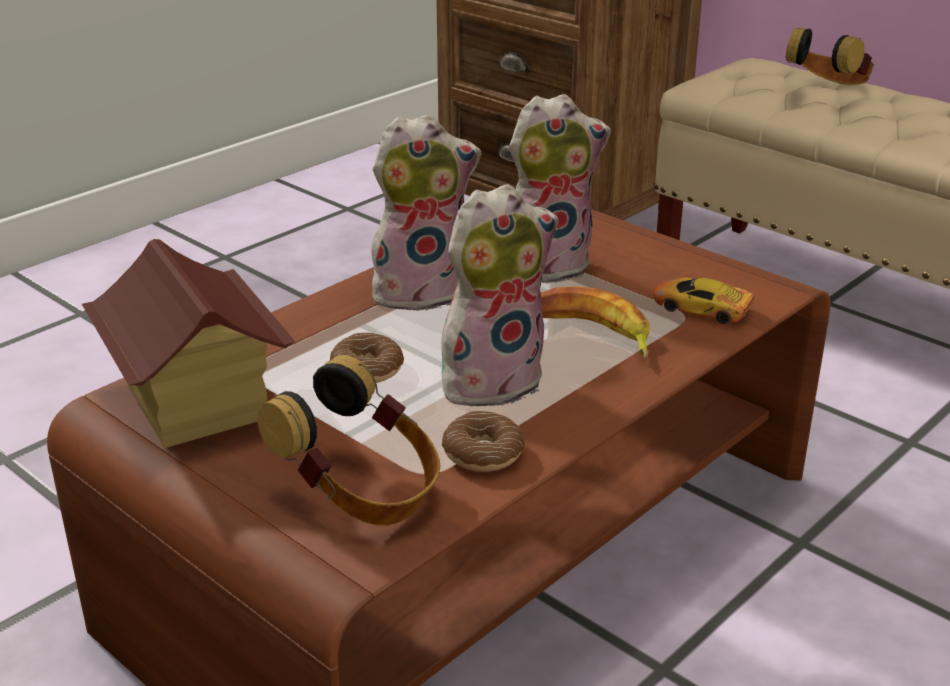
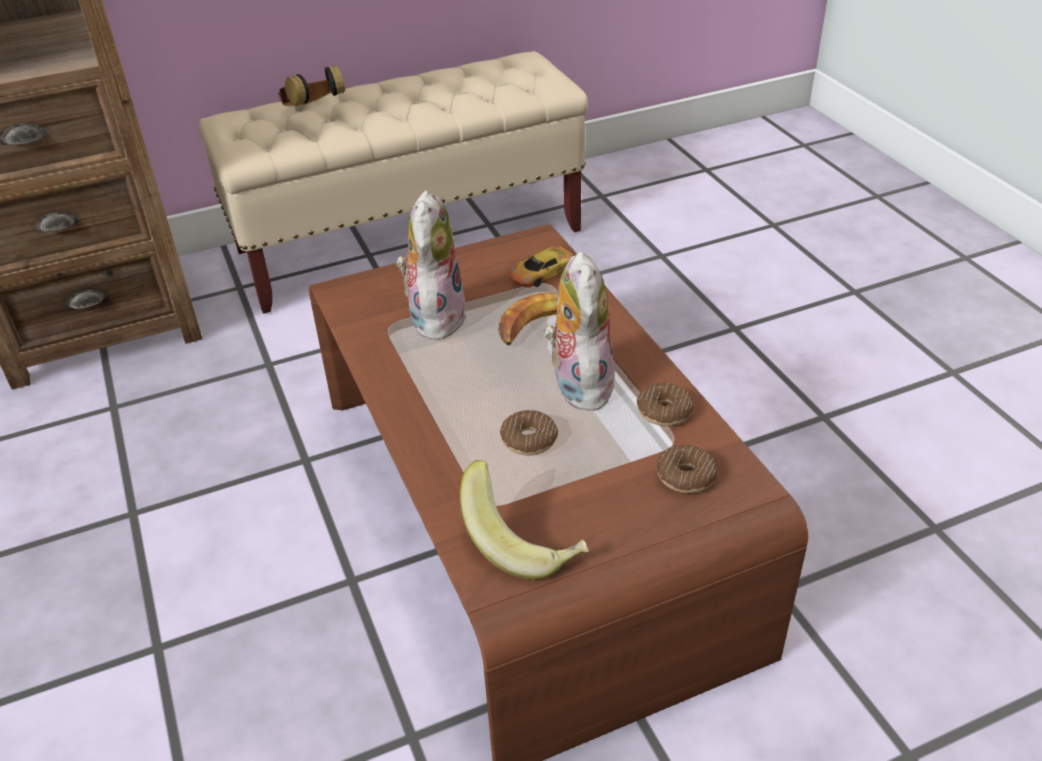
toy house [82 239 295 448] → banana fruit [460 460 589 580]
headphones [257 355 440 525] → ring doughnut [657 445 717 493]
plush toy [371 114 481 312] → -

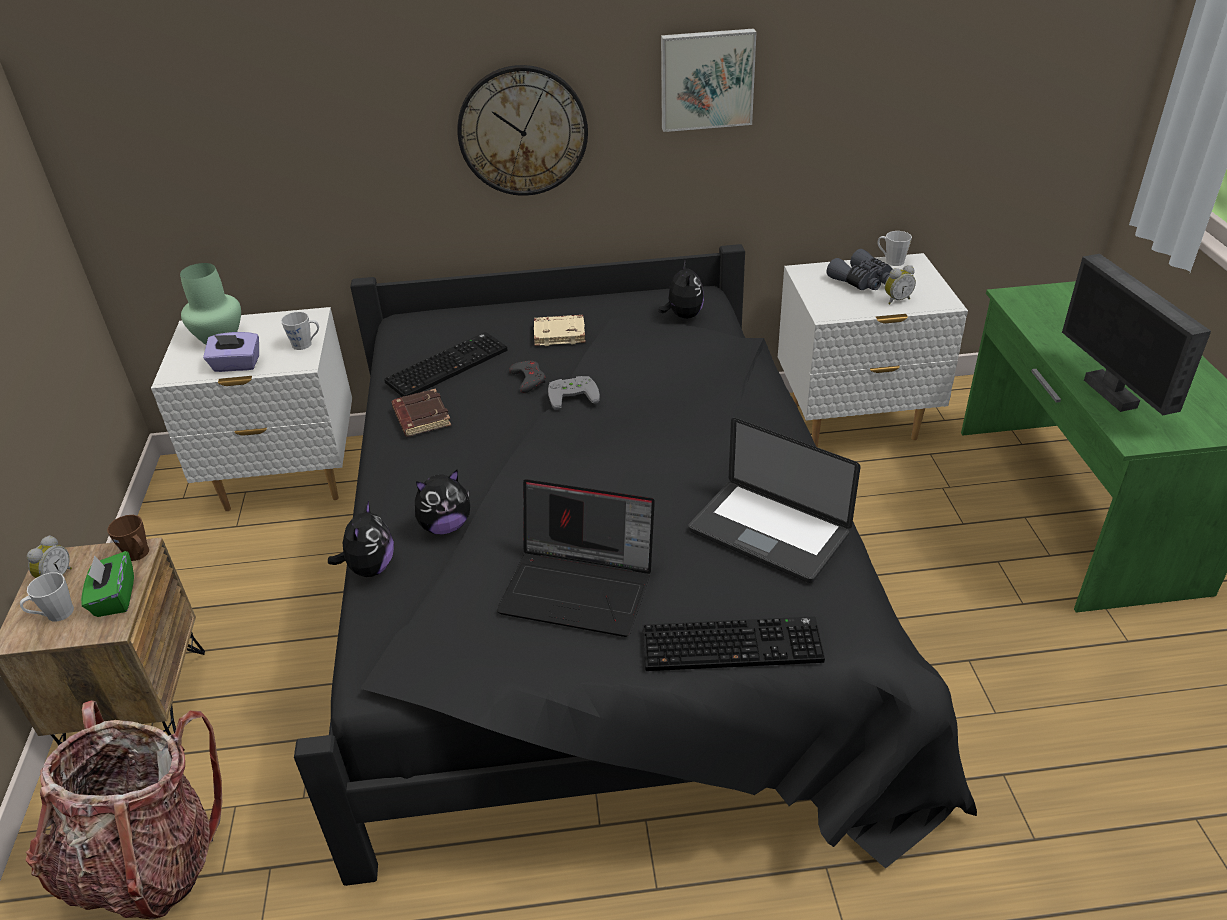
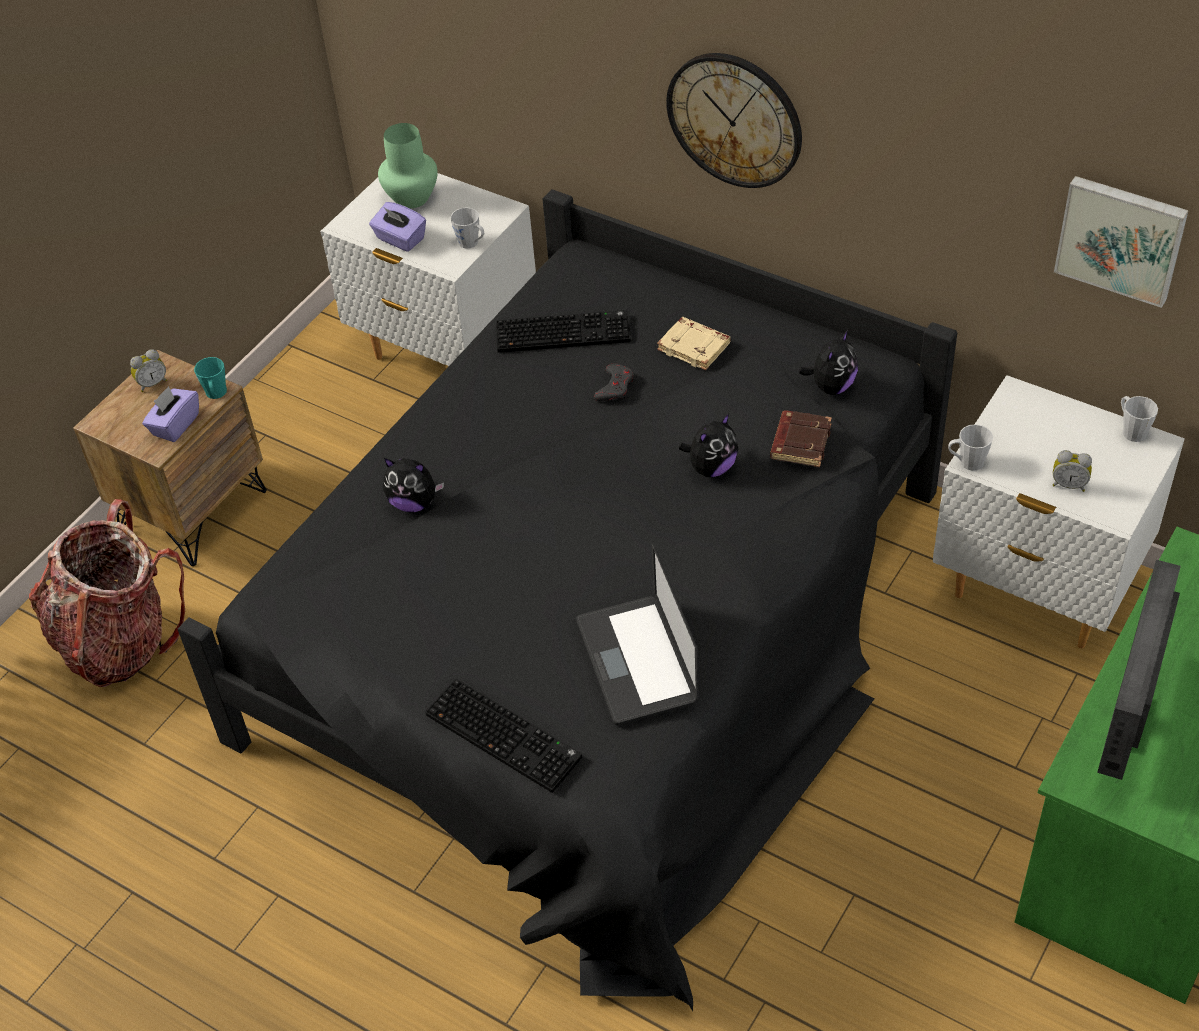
grey mug [20 572 74 621] → grey mug [948 424 993 471], relocated
greenish tissue box [81 551 134 617] → purple tissue box [142 386 199 442]
brownish mug [107 515 149 561] → blue-green mug [194 357 227 399]
plush toy [328 500 394 577] → plush toy [679 413 739 477], relocated
brownish book [392 389 451 436] → brownish book [770 411 832 467], relocated
laptop [497 479 655 637] → -
grey joypad [548 376 600 410] → -
wall art [661 28 757 132] → wall art [1054 176 1189 308], relocated
grey field glasses [827 249 892 290] → -

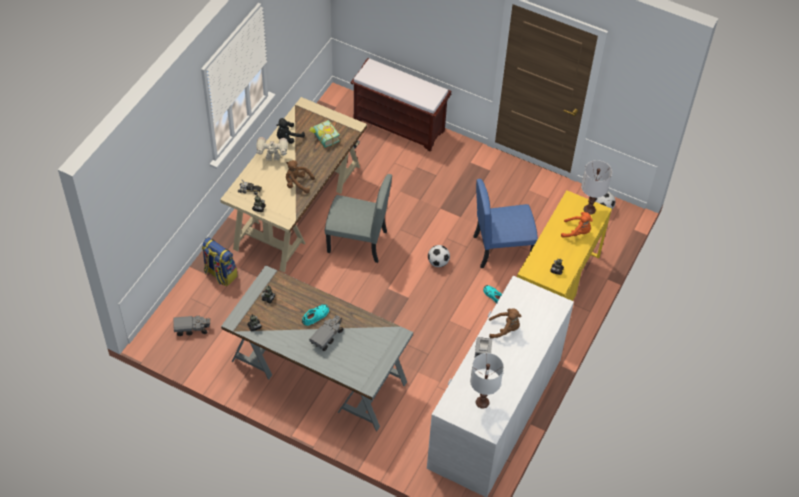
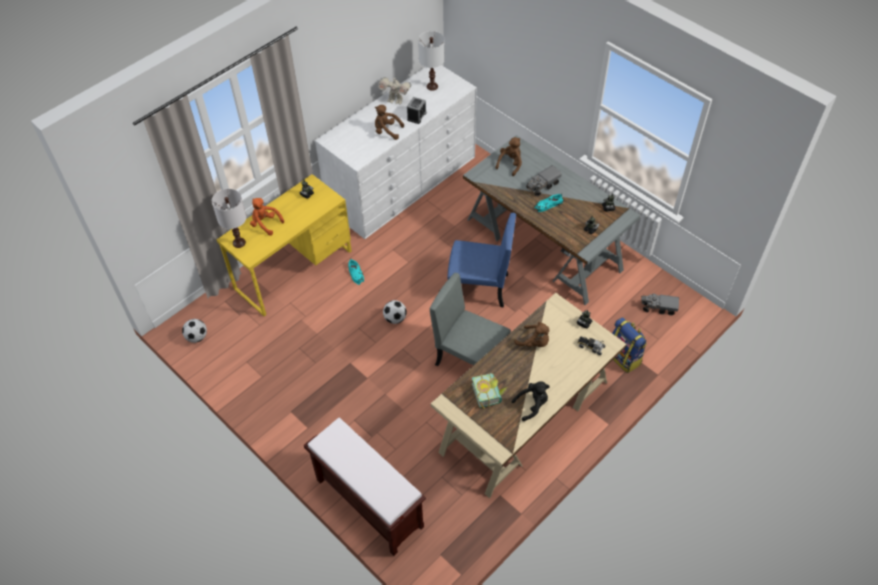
toy robot [256 137 288 161] → toy robot [378 77 411 104], relocated
bluish chair [473 179 538 268] → bluish chair [448 213 516 308], relocated
- → brownish plush toy [495 137 522 176]

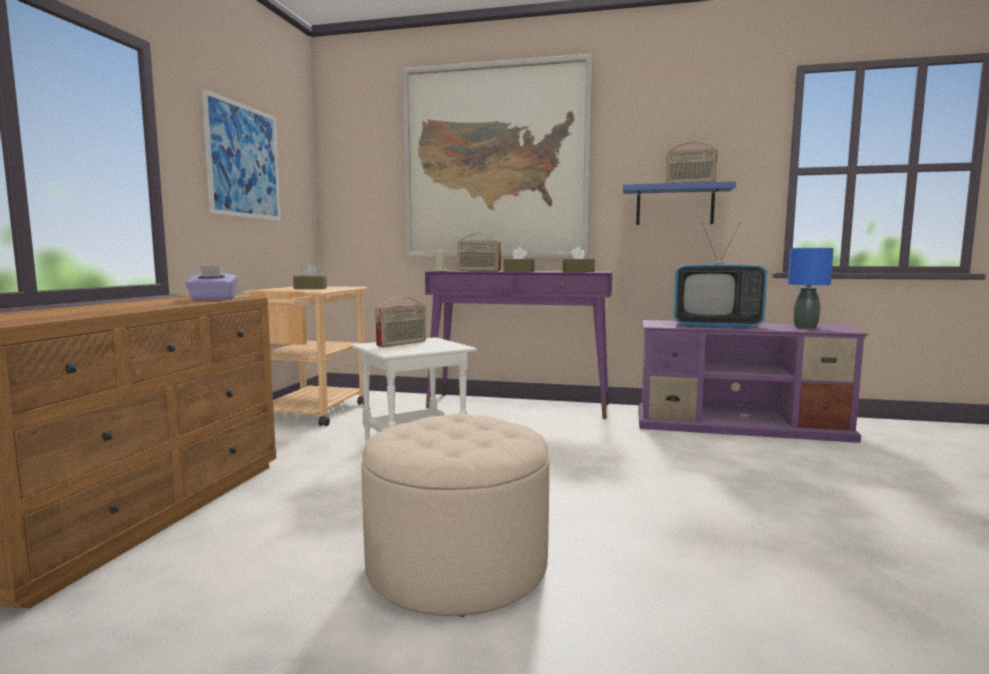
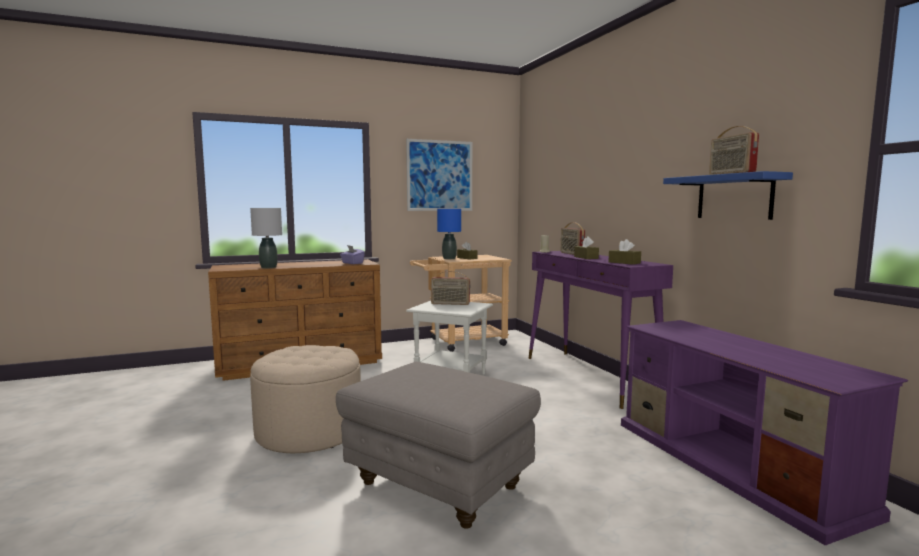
wall art [402 54 593 258] → -
television [673 222 767 328] → -
bluish lamp for a table [788 248 834 329] → bluish lamp for a table [437 209 461 259], relocated
- → grey lamp for a table [250 208 282 268]
- → grey ottoman [336 361 541 529]

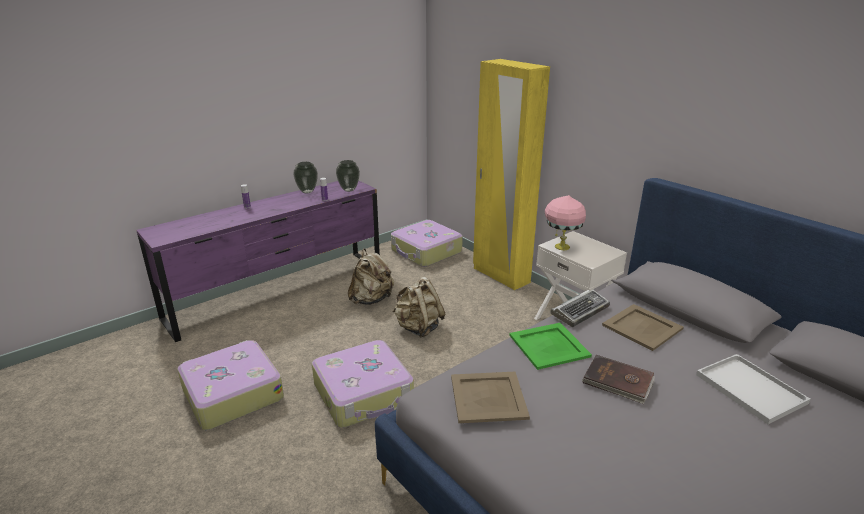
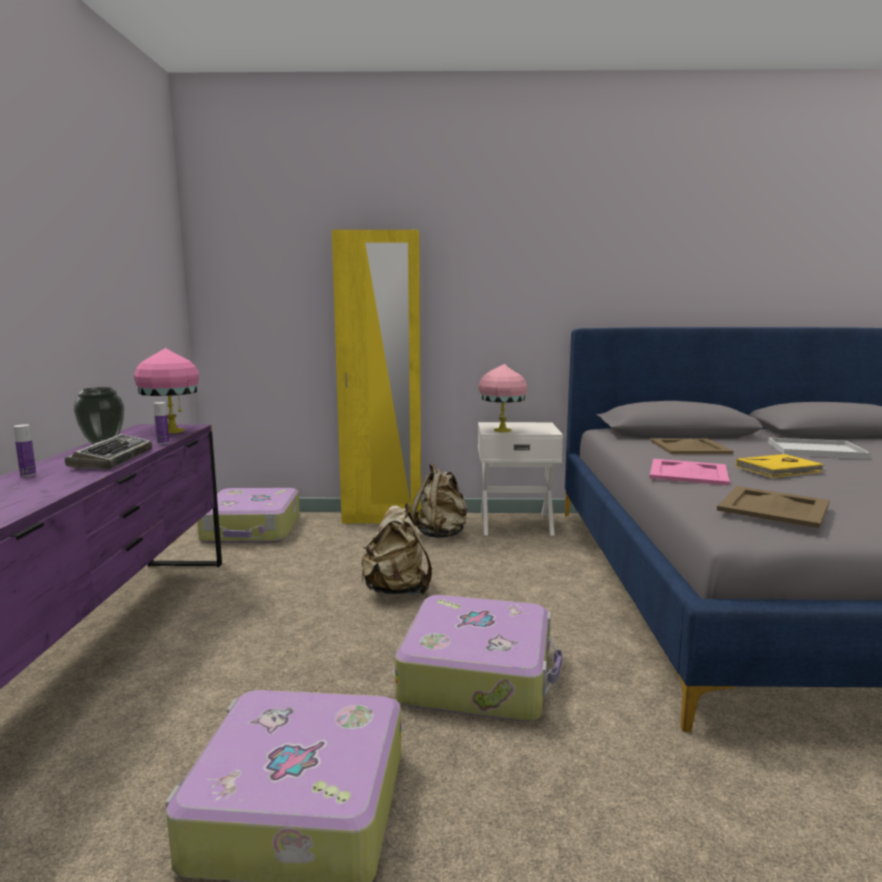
decorative vase [336 160 360 192] → pink lamp for a table [134 348 199 433]
beige-coloured rucksack [348 249 394 305] → beige-coloured rucksack [410 463 467 538], relocated
greenish tray [509 323 592 370] → pink tray [649 459 730 485]
keyboard [551 290 610 327] → keyboard [65 434 152 470], relocated
brownish book [582 355 655 404] → yellowish book [736 454 827 478]

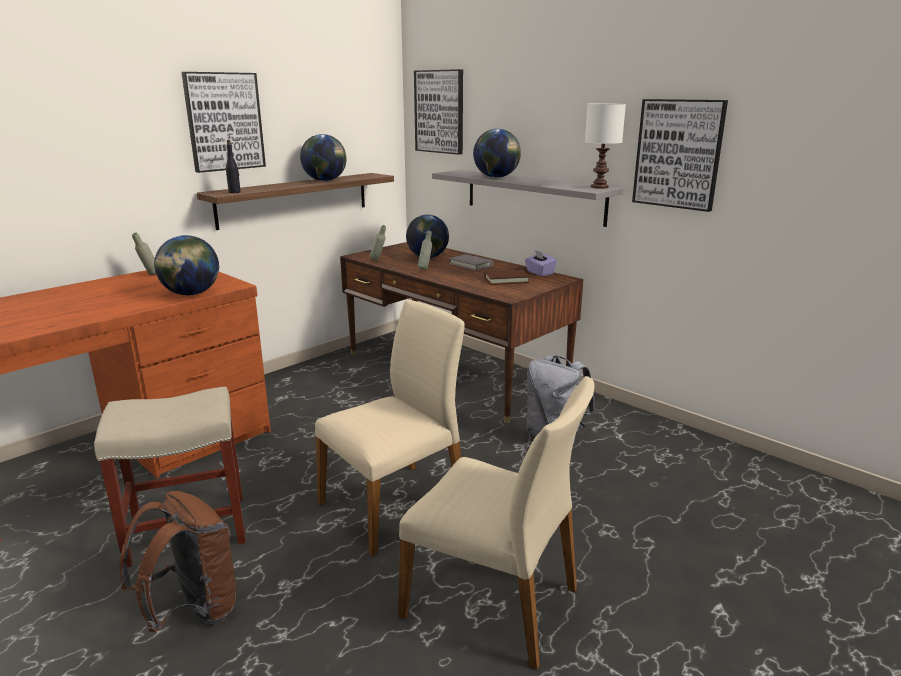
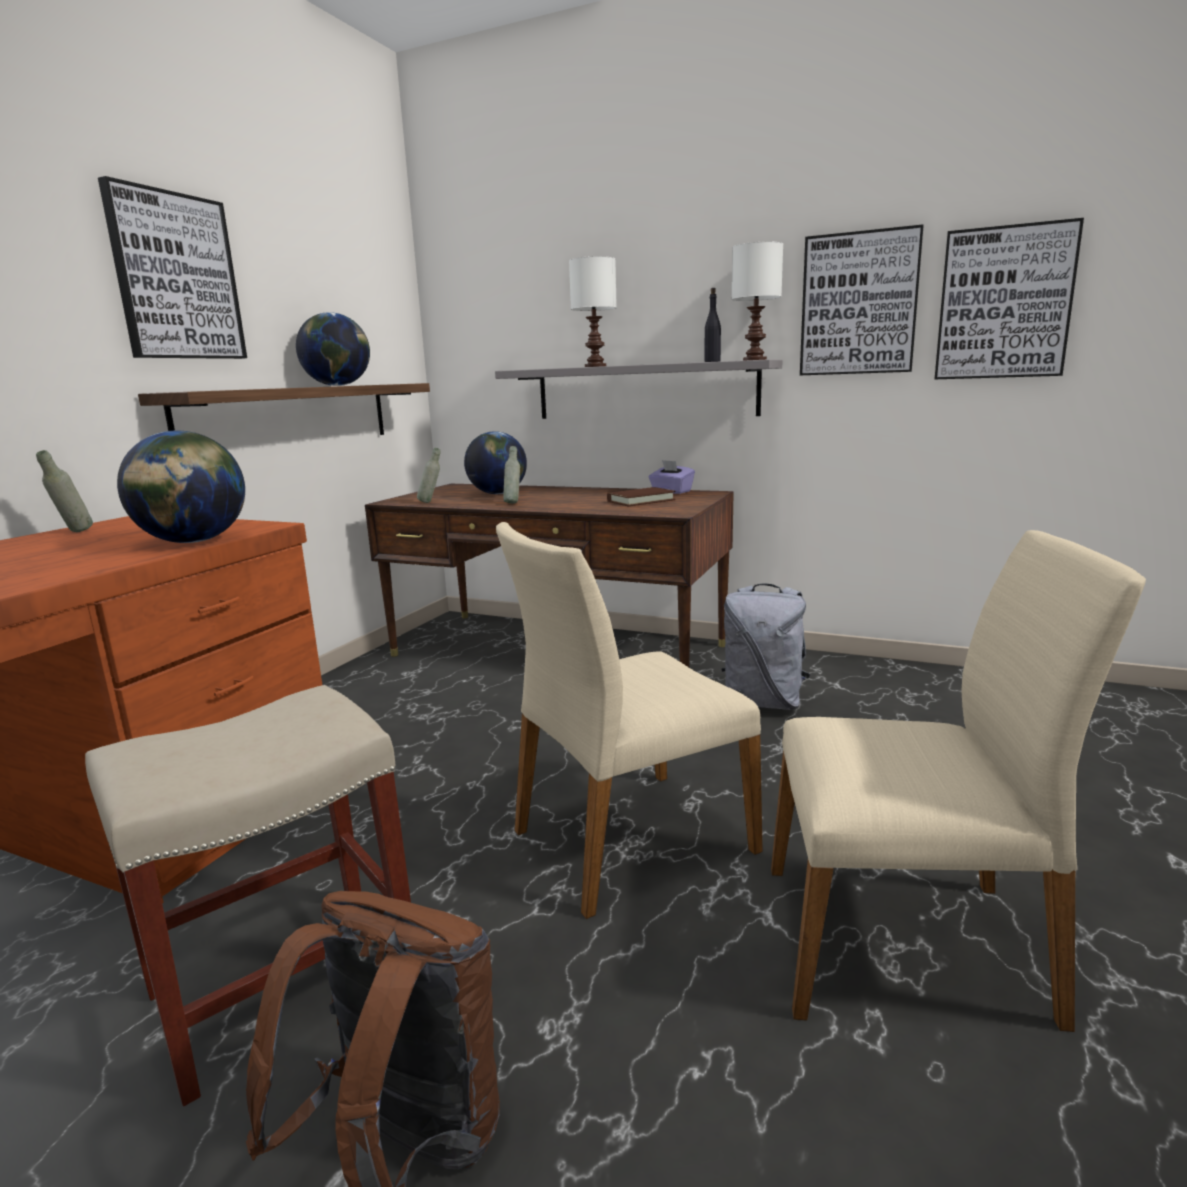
black drink bottle [226 140 241 193] → black drink bottle [704 288 721 362], relocated
beige-coloured chair [315 300 465 557] → beige-coloured chair [496 522 763 919], 150 degrees counterclockwise
wall art [414 69 463 155] → wall art [935 218 1084 379], relocated
grey book [449 254 493 271] → -
desk globe [473 129 521 178] → white lamp for a table [569 256 617 367]

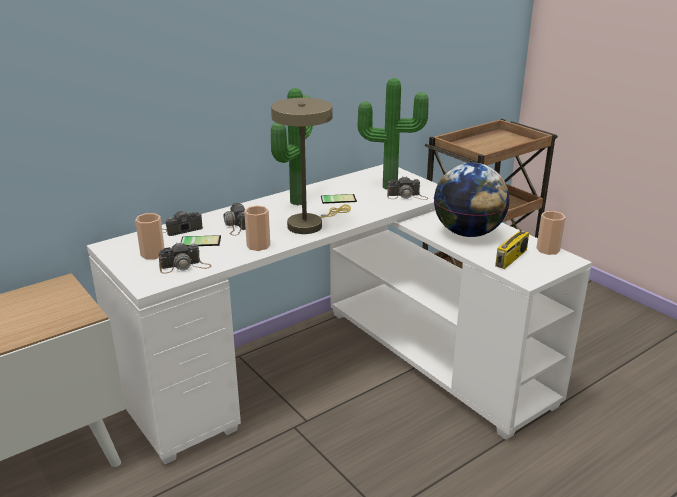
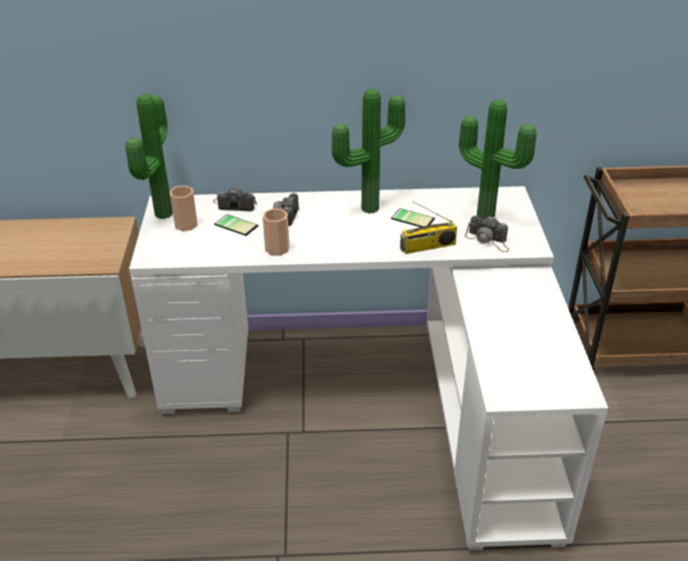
still camera [158 243 211 273] → -
beige-coloured lamp for a table [271 98 351 234] → -
desk globe [434 163 510 237] → -
radio [495 216 529 269] → radio [400 201 457 254], relocated
drinking cup [536 211 566 255] → -
- → houseplant [125 94 173 219]

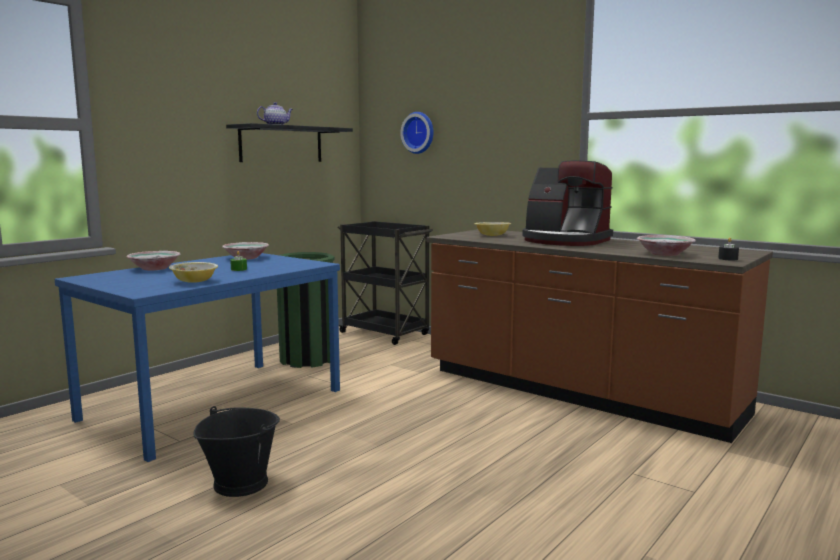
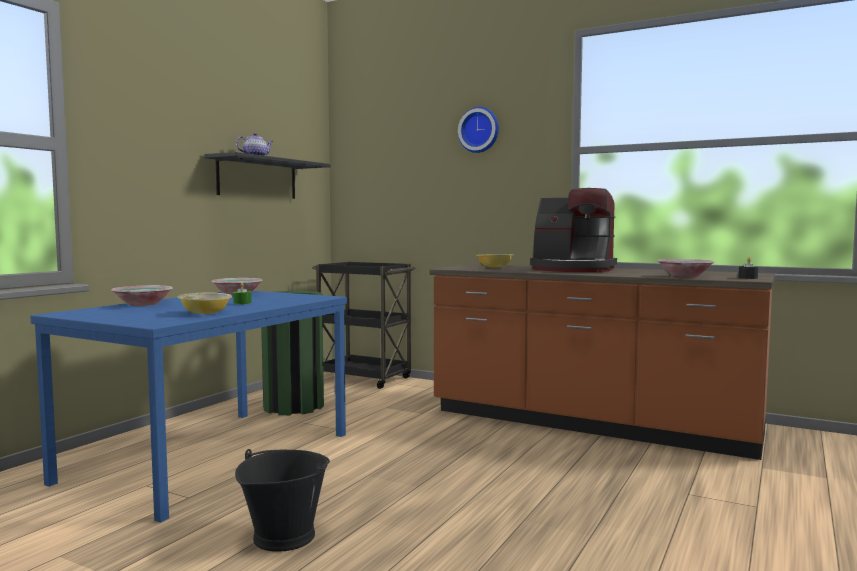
clock on the wall [400 112 433 154] → clock on the wall [458 107 499 153], relocated

